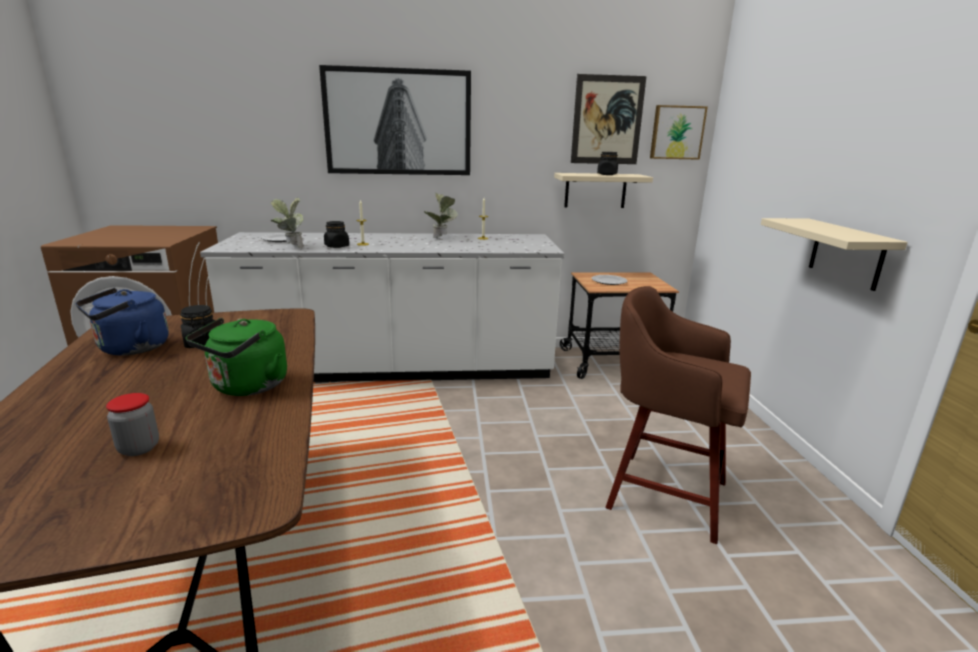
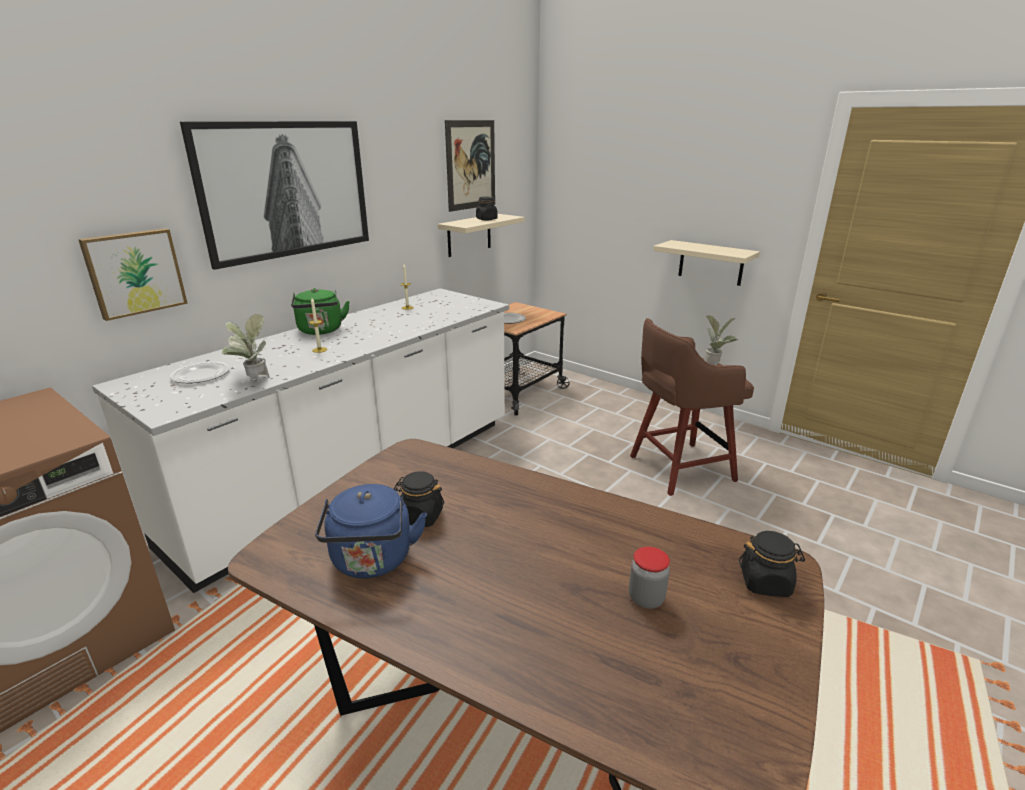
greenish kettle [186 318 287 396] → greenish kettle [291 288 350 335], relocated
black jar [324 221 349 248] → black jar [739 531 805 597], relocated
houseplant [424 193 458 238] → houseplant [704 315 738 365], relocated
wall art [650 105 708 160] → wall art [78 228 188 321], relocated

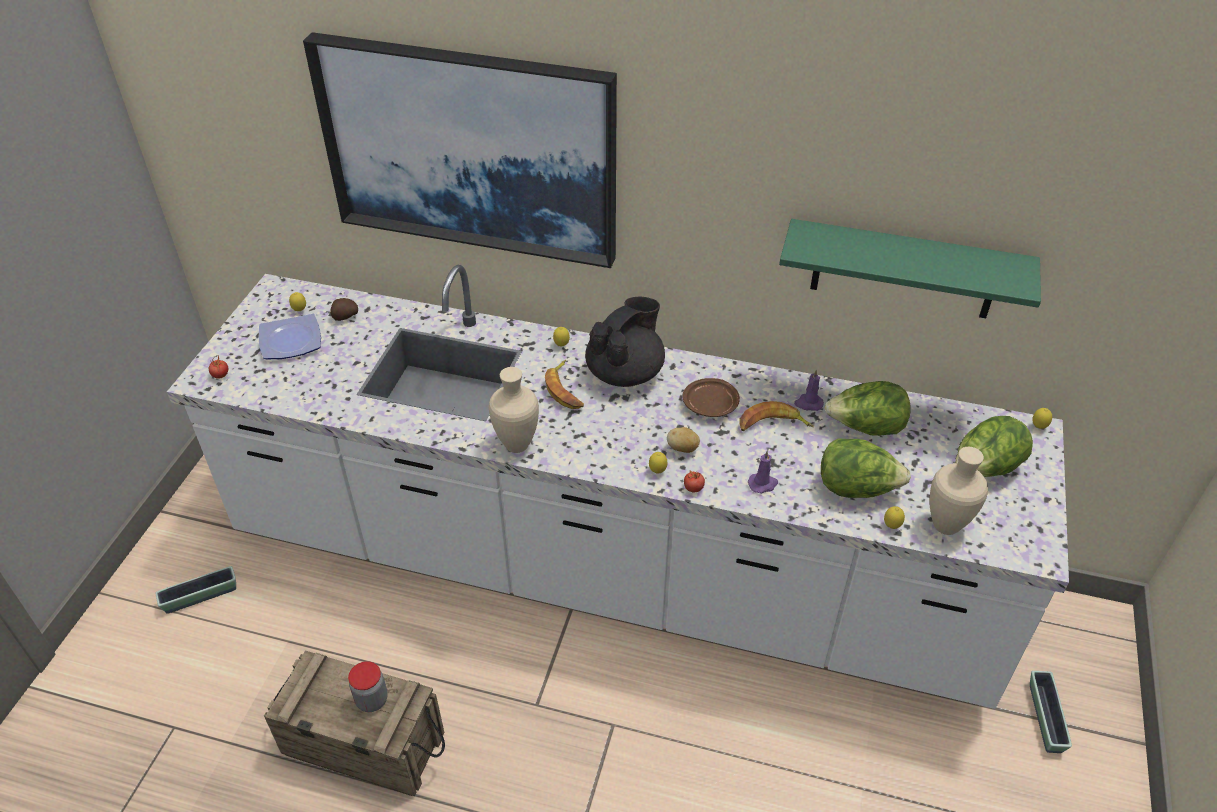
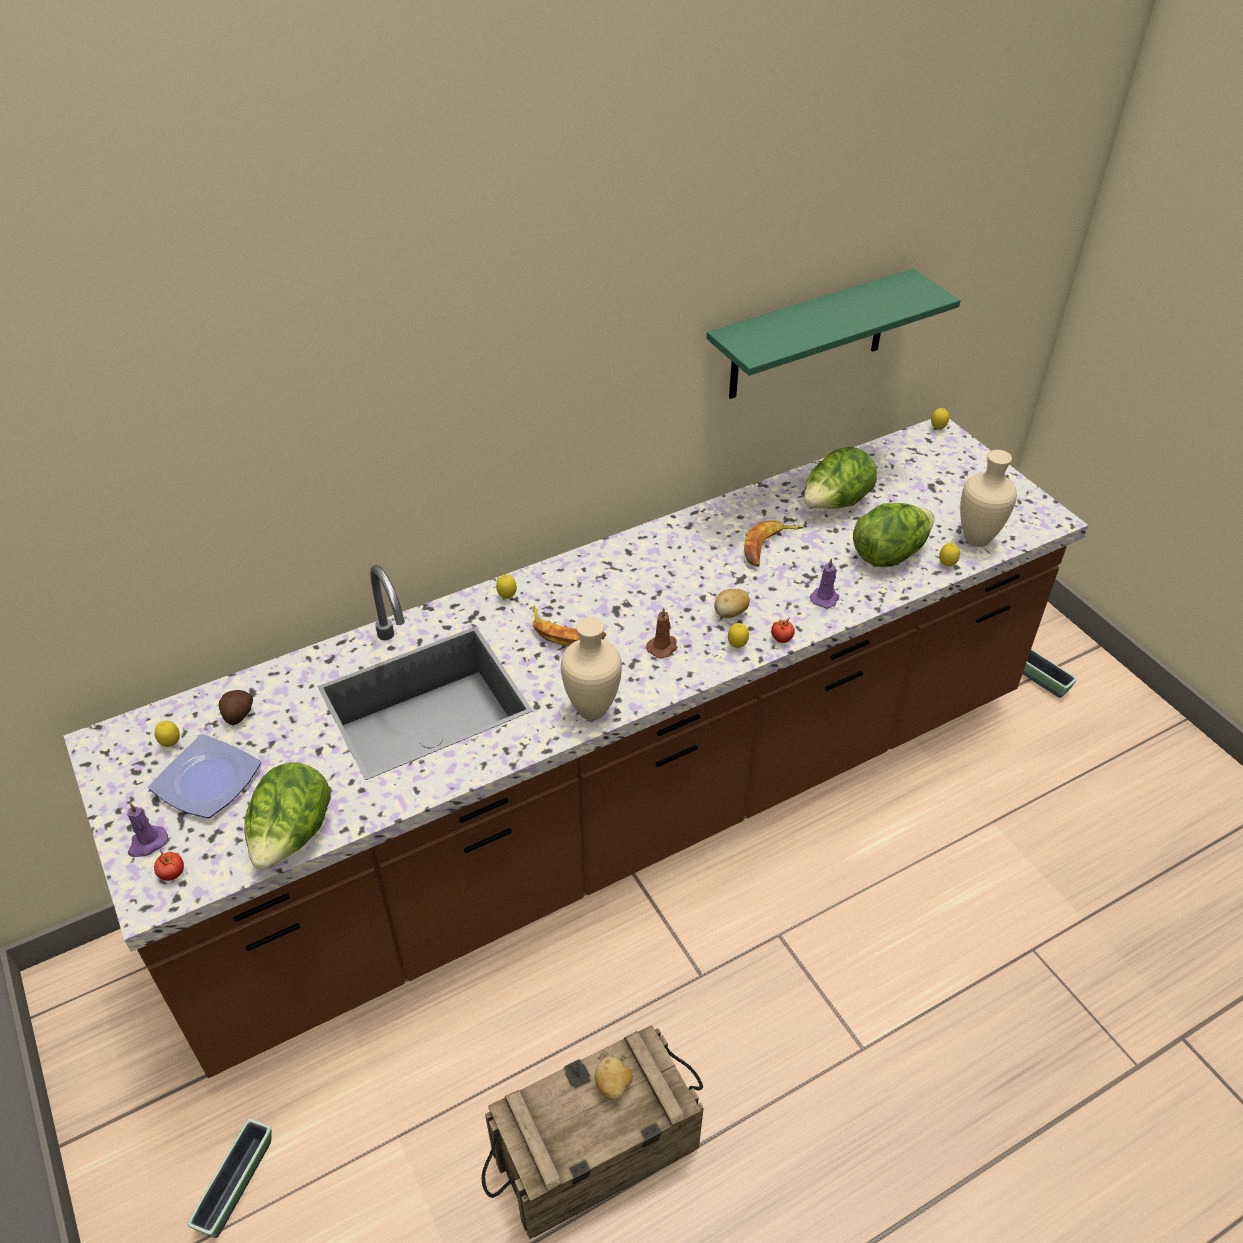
white kitchen base unit [167 265 1069 709] → brownish kitchen base unit [63 419 1088 1078]
wall art [303 32 617 268] → -
jar [348 661 388 712] → whole potato [595 1056 633 1100]
black tea pot [585 297 665 387] → -
brownish dinner plate [683 378 740 417] → -
purple candle [794 370 824 411] → purple candle [127 803 168 857], relocated
lettuce [955 416 1033 477] → lettuce [244 762 331 870], relocated
- → brownish candle [646 607 678 658]

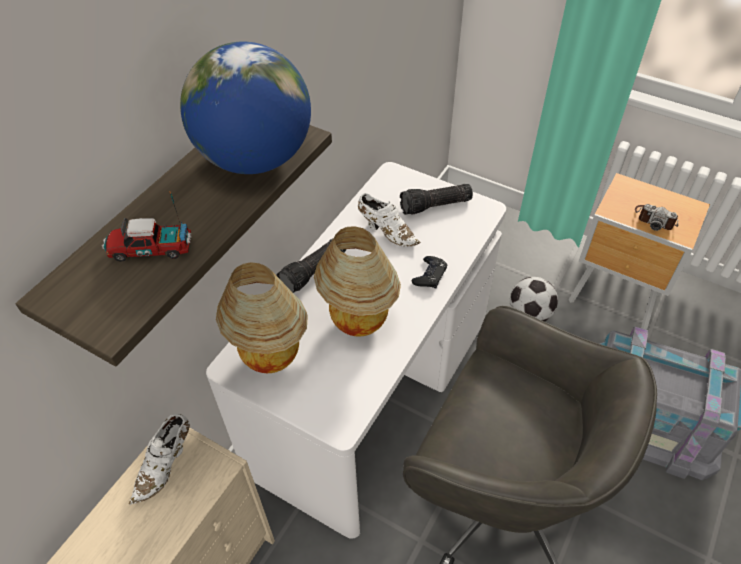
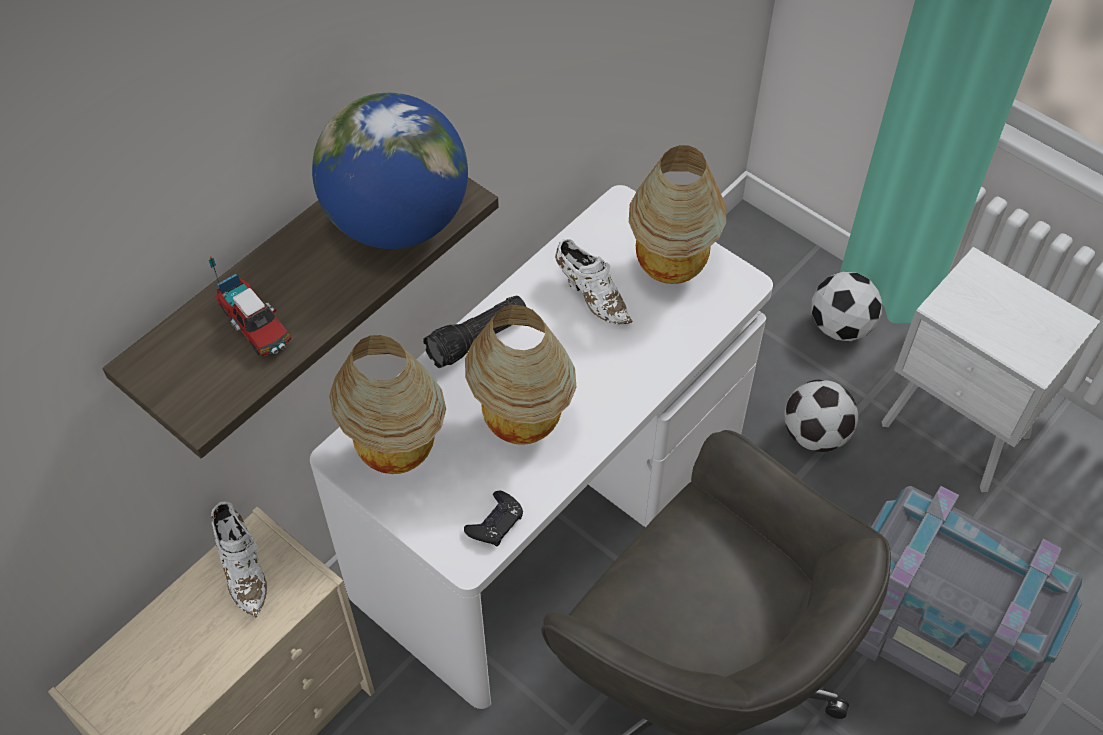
toy truck [102 191 192 262] → toy truck [209 256 291 356], 135 degrees counterclockwise
white item of footwear [129 414 190 505] → white item of footwear [211 501 267 618], 60 degrees counterclockwise
torch [400 184 473 215] → lamp for a table [629 145 726 284]
black joypad [411 256 447 289] → black joypad [464 490 523 546], relocated
brownish bedside table [568 173 710 330] → white bedside table [882 247 1100 492]
still camera [635 204 679 231] → -
- → ball for football [812 272 882 341]

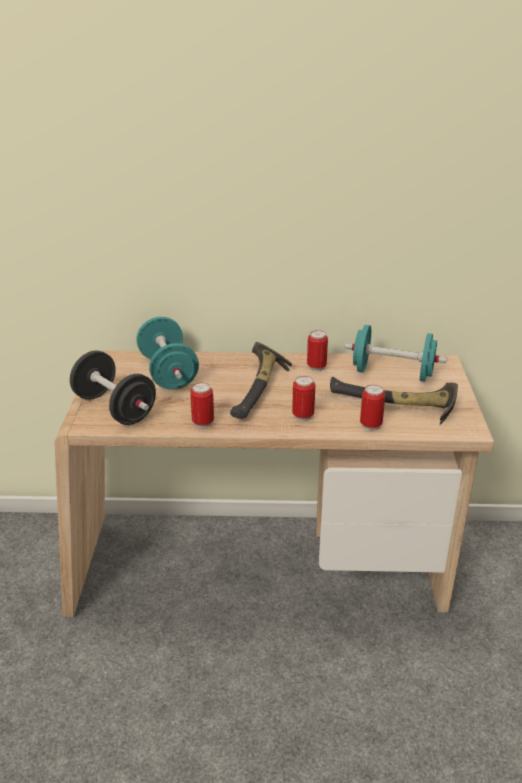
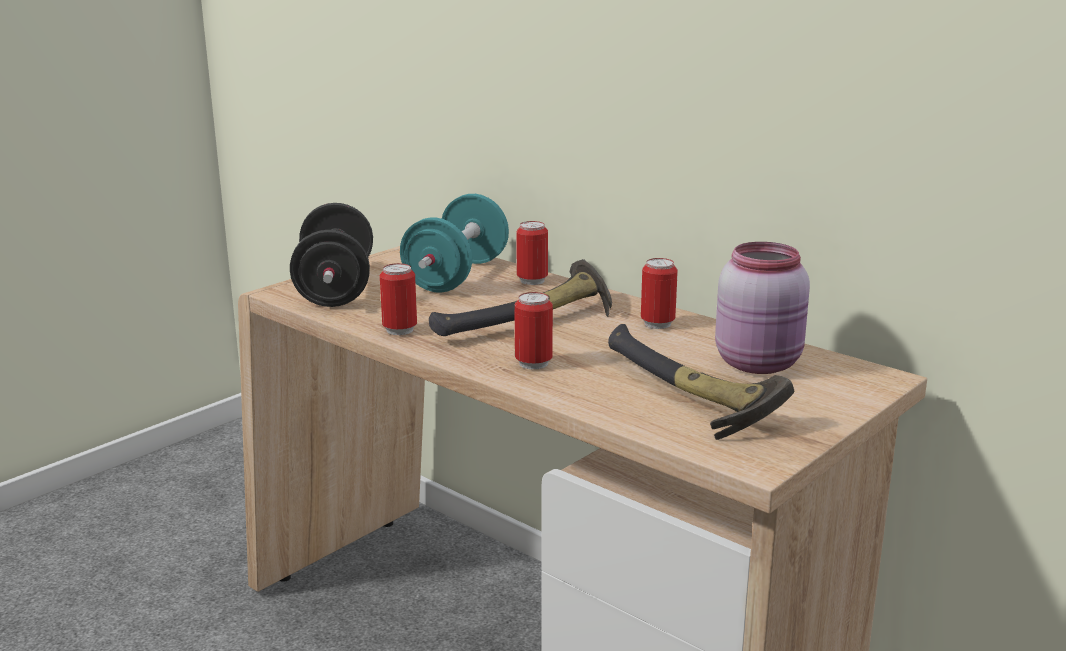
blue-green dumbbell [345 325 447 382] → pink jar [715 242 810 374]
metal can [360 385 385 430] → metal can [516 221 548 285], relocated

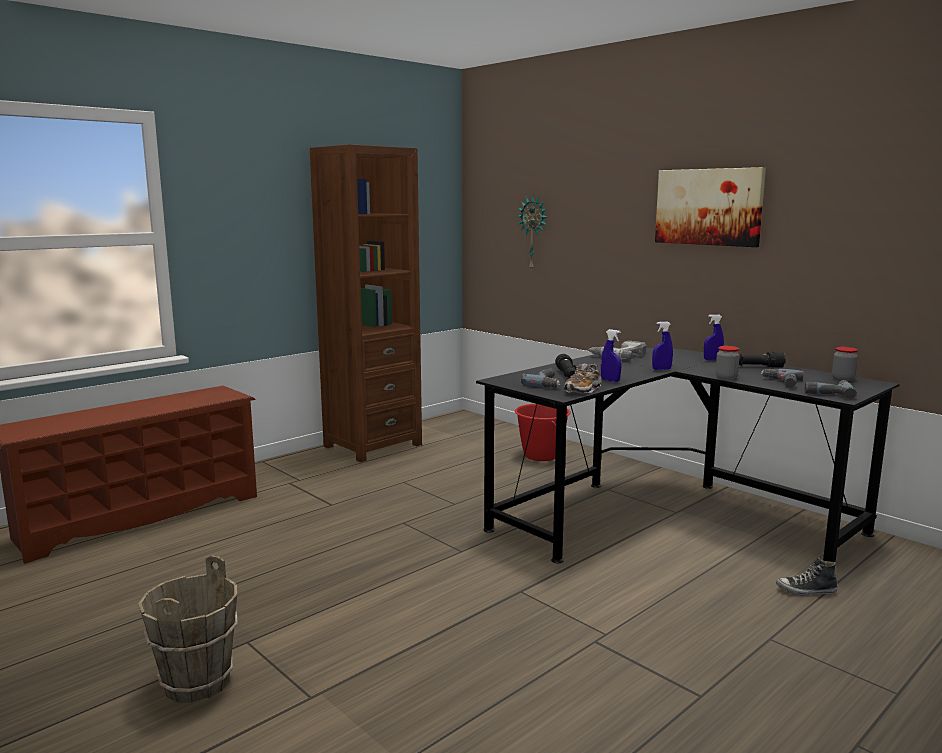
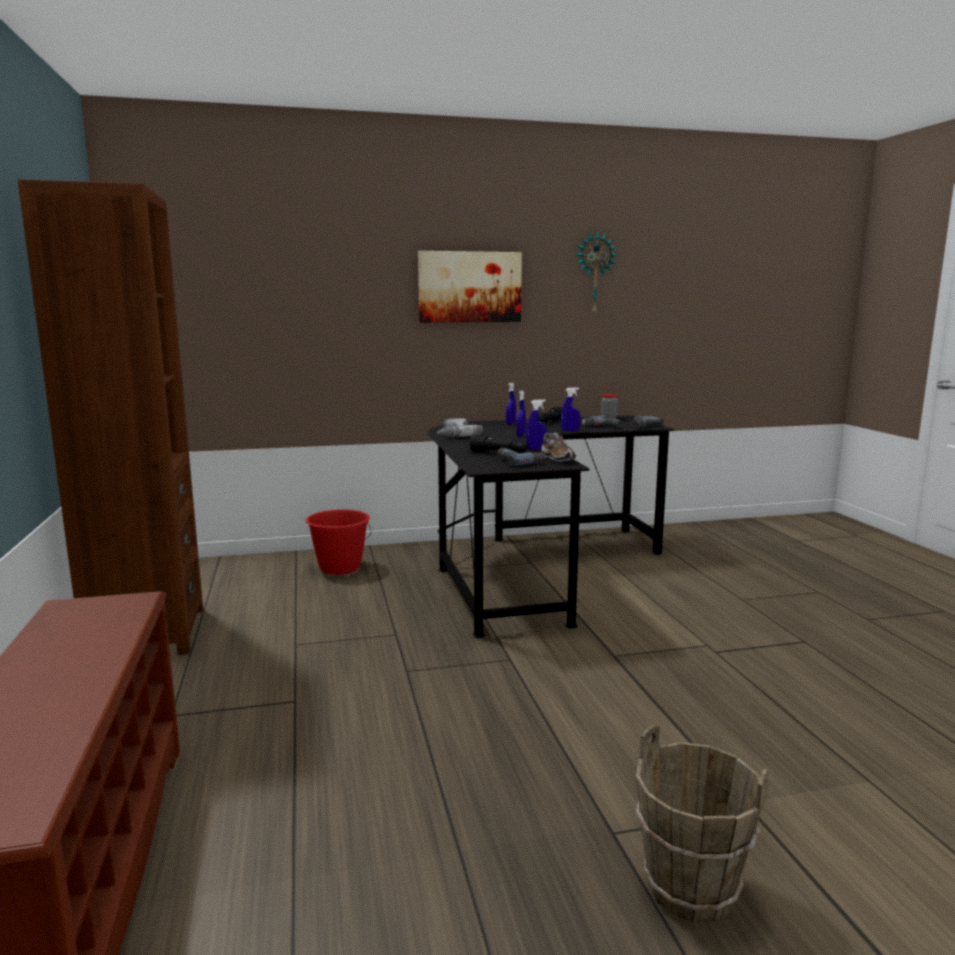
clock on the wall [517 196 547 271] → clock on the wall [575 231 617 316], relocated
jar [716 346 740 380] → bluish hand sprayer [561 388 581 431]
item of footwear [776 557 838 596] → -

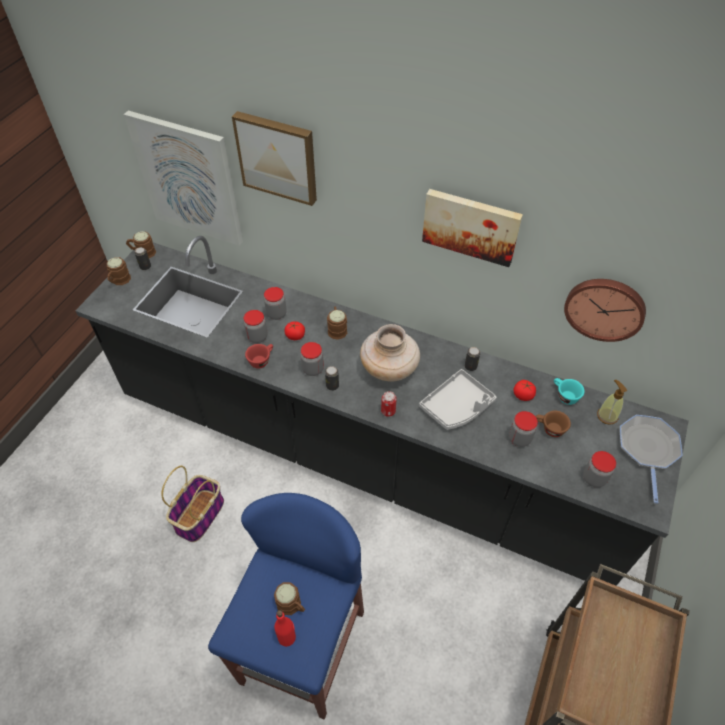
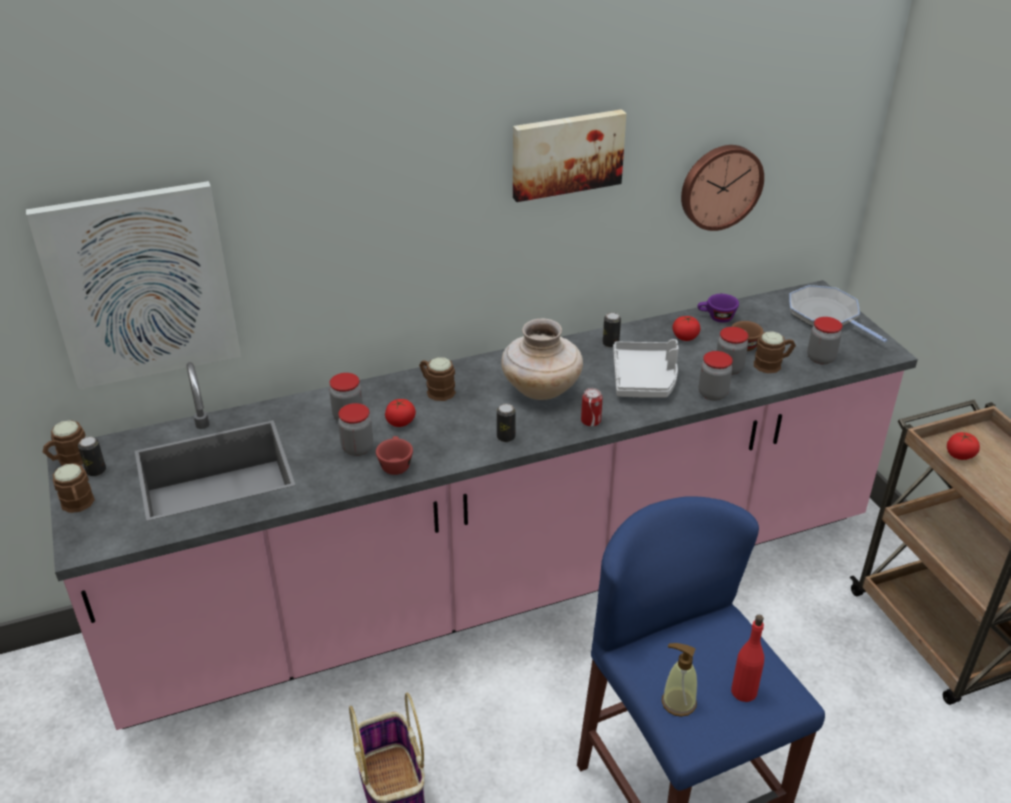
black kitchen base unit [75 236 689 586] → pink kitchen base unit [47 280 918 730]
wall art [232 111 317 206] → -
brownish mug [274 582 305 615] → brownish mug [754 331 796 373], relocated
jar [300 342 324 376] → jar [699 351 733 401], relocated
blue-green drinking cup [554 378 585 405] → purple drinking cup [698 294 739 323]
soap dispenser [597 380 627 425] → soap dispenser [662 643 697 717], relocated
- → tomato [947 432 980 460]

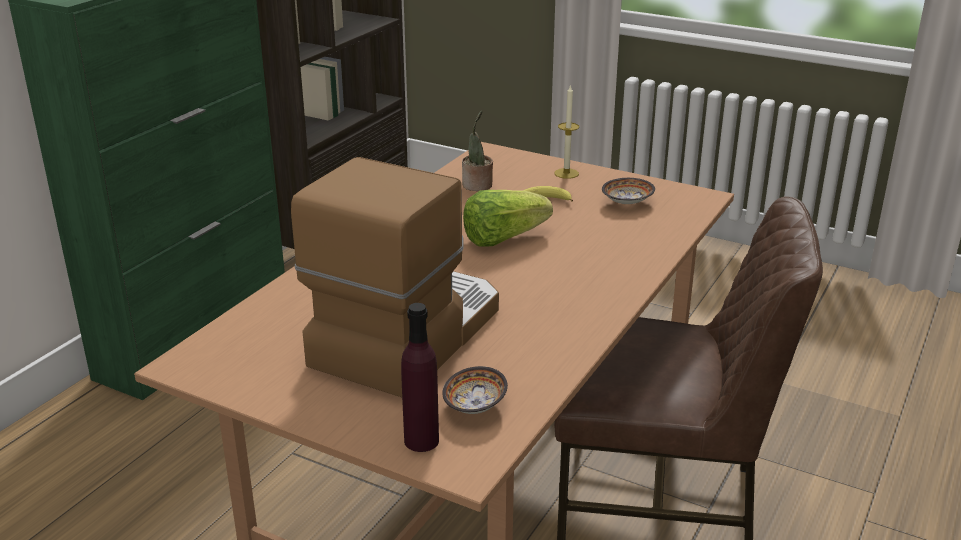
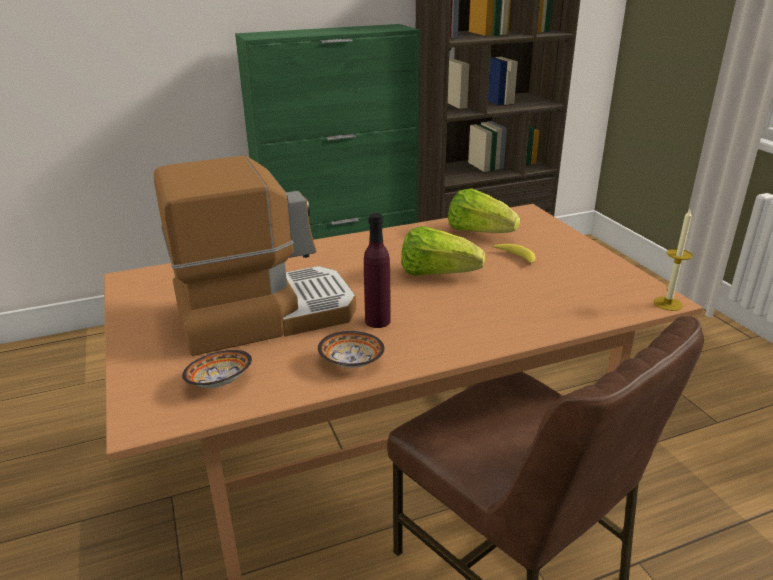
purple drink bottle [401 303 439 452] → purple drink bottle [364 213 391 328], relocated
houseplant [462 111 493 191] → lettuce [448 188 520 233]
candle [554 84 579 179] → candle [654 209 693 311], relocated
serving bowl [602 178 655 204] → serving bowl [318 331 385 368], relocated

